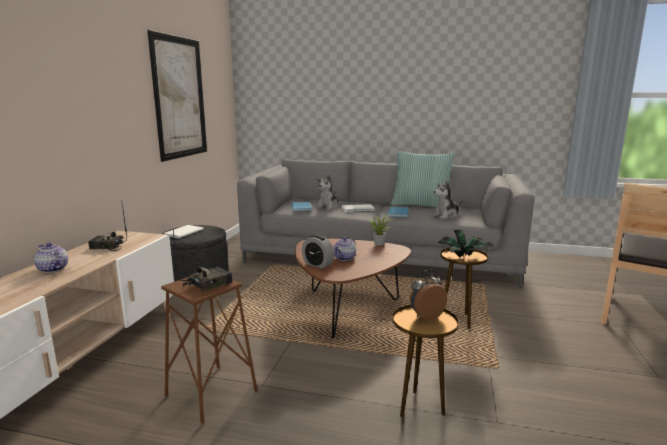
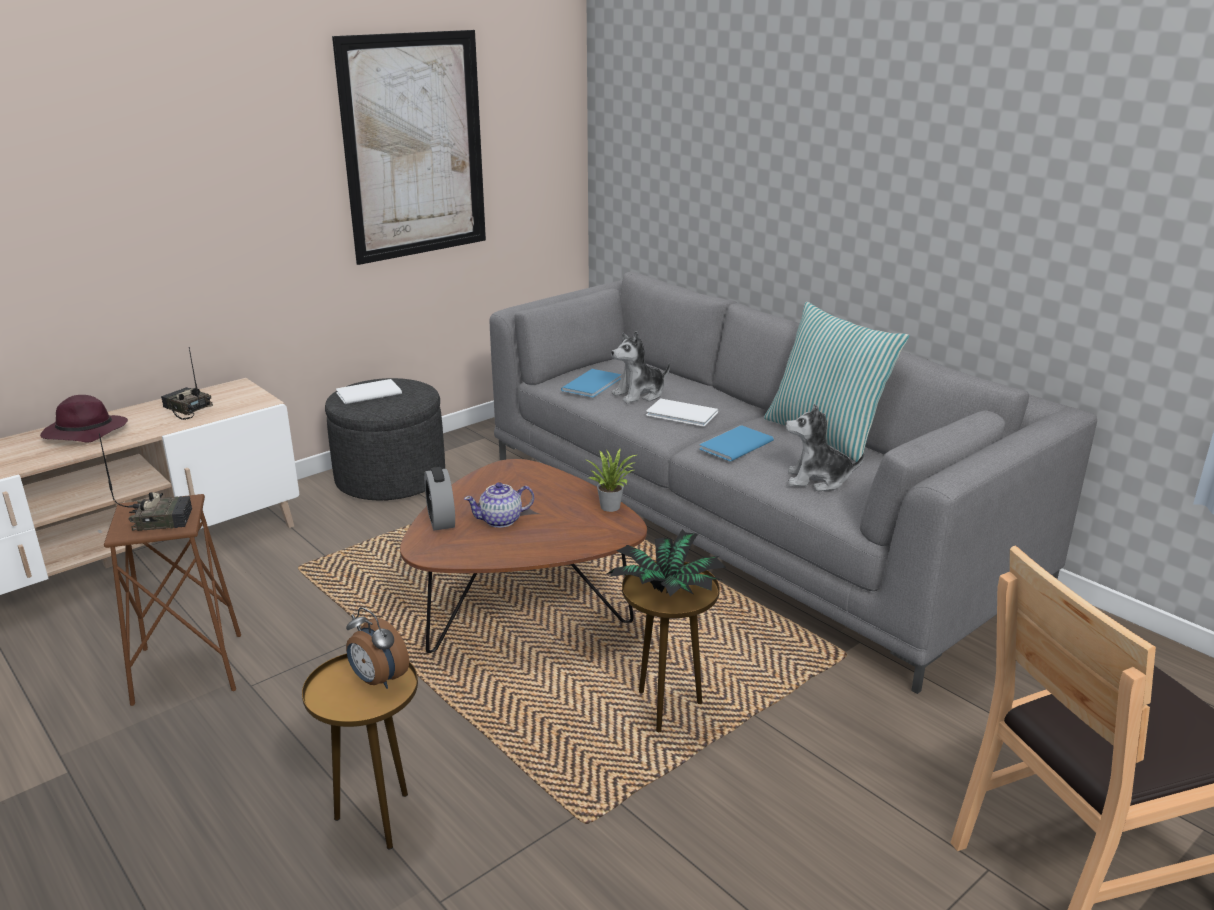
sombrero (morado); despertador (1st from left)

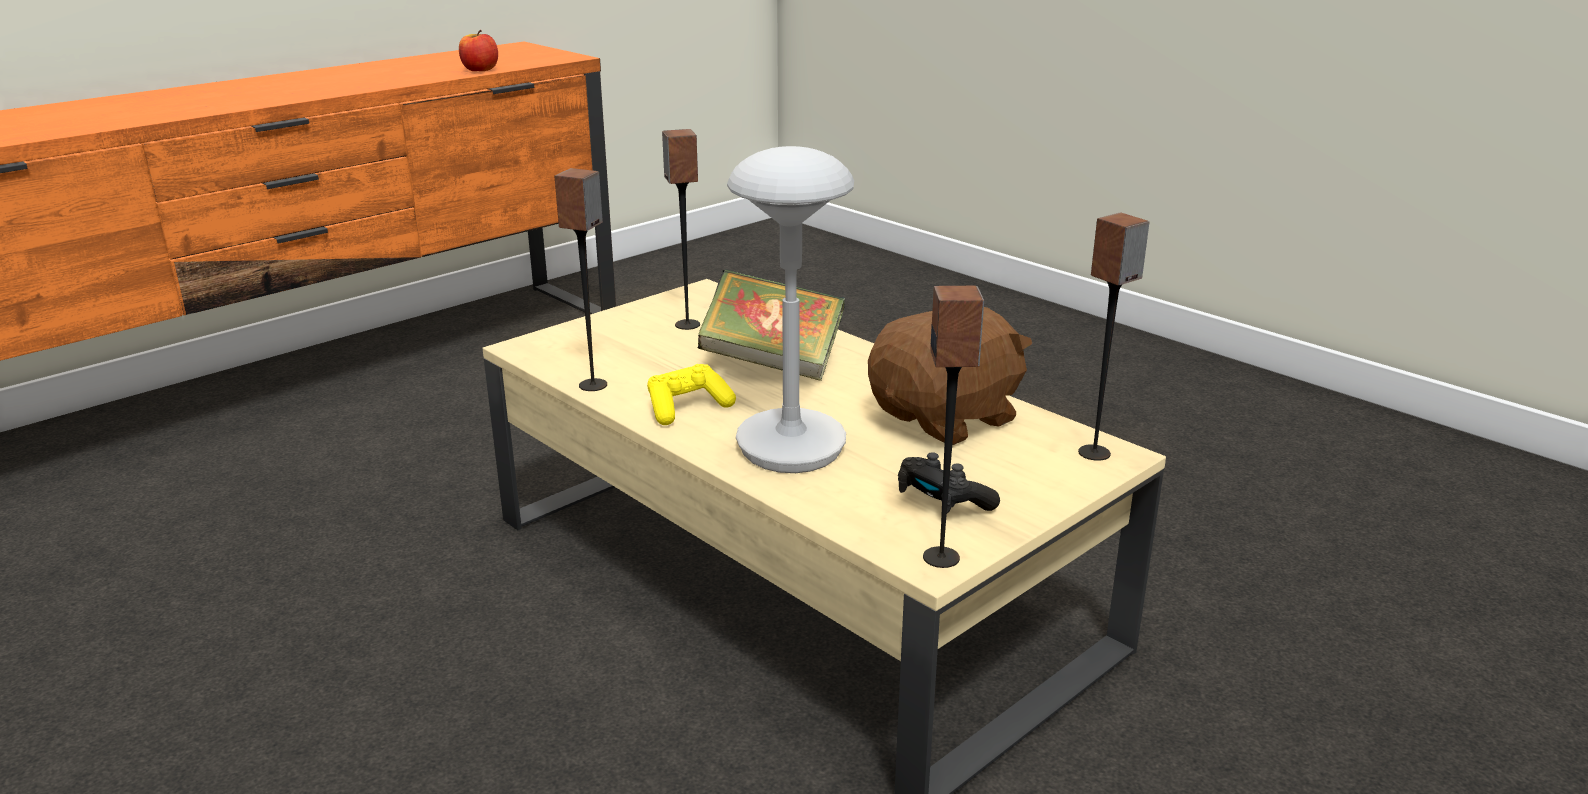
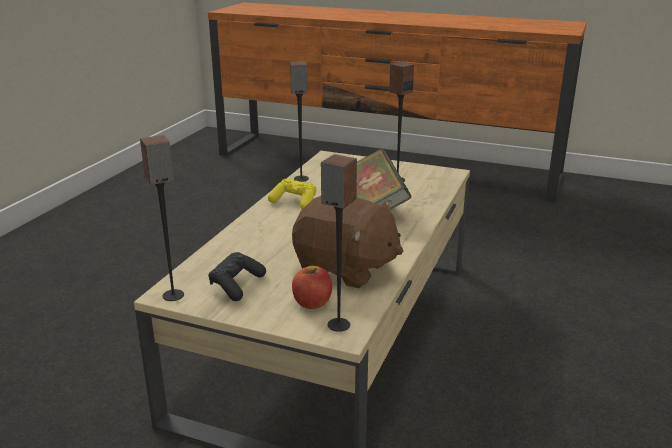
manzana; lámpara de mesa (gris)

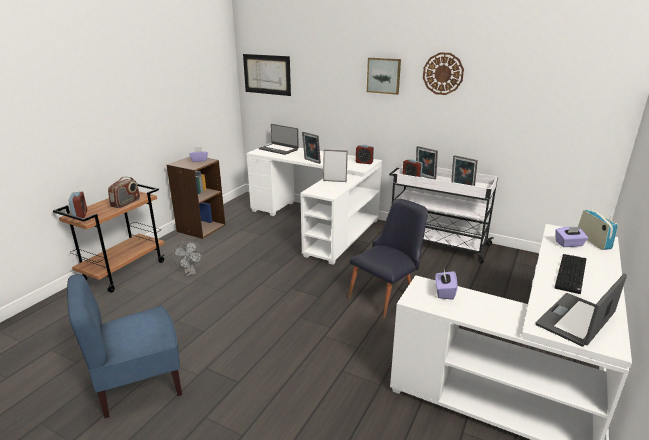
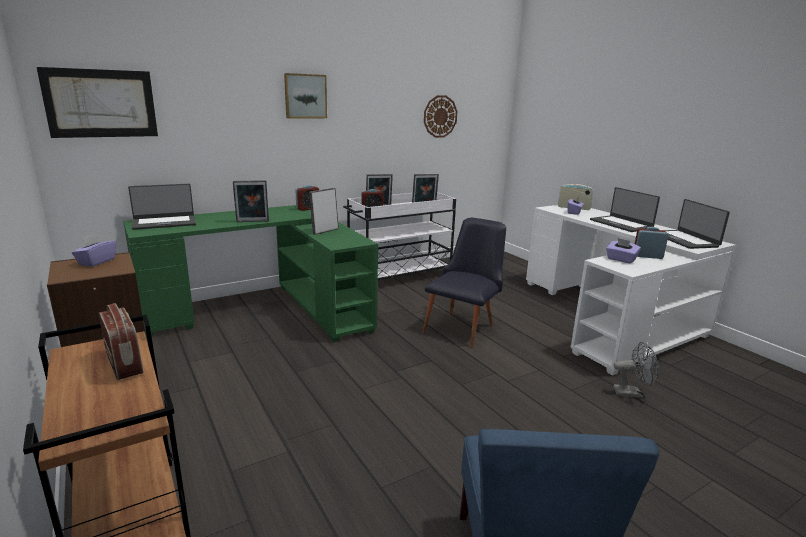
escritorio (verde); silla (negro); reloj de pared; portátil (2nd from left); ventilador (gris); despertador (3rd from left)

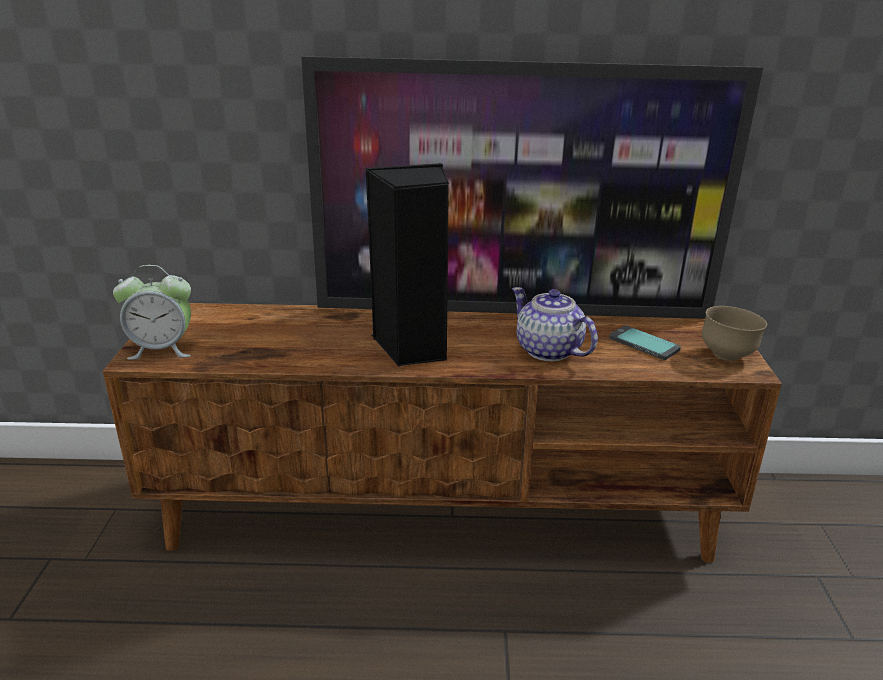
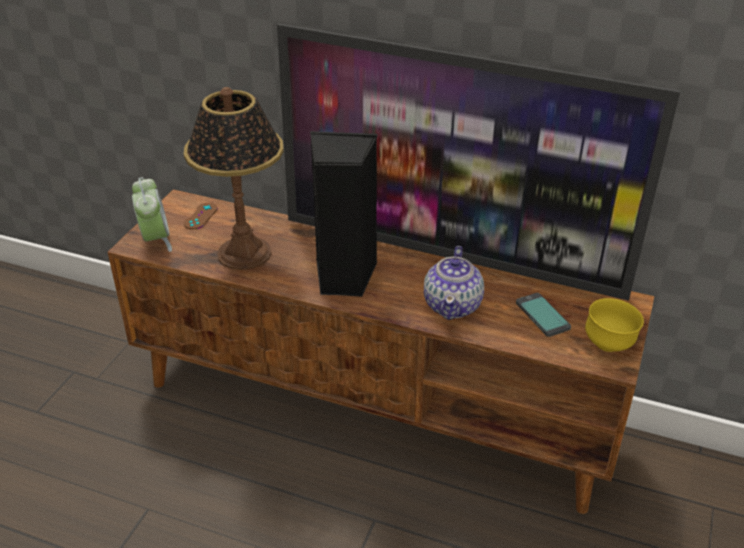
despertador; lámpara de mesa; mando de consola (marrón); tetera; cuenco (amarillo)

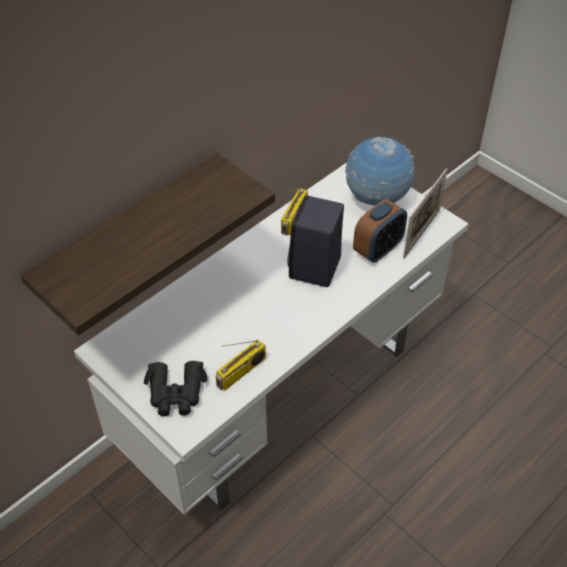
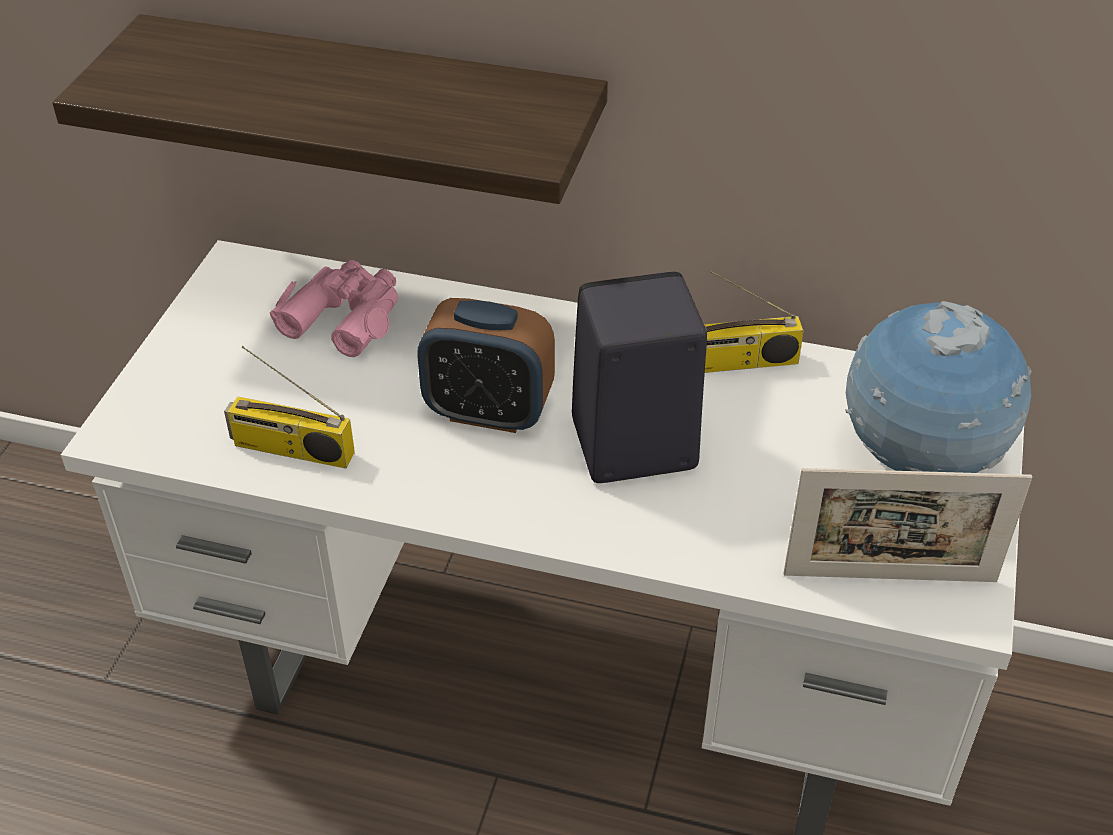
prismáticos (rosa); despertador; prismáticos (negro)

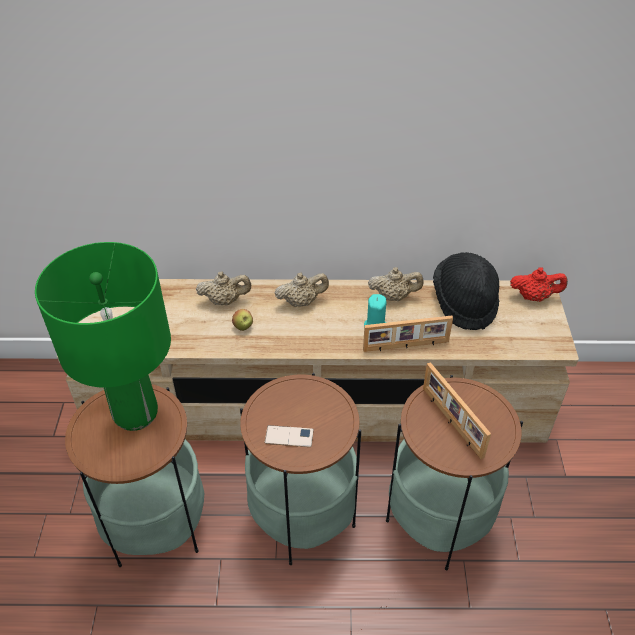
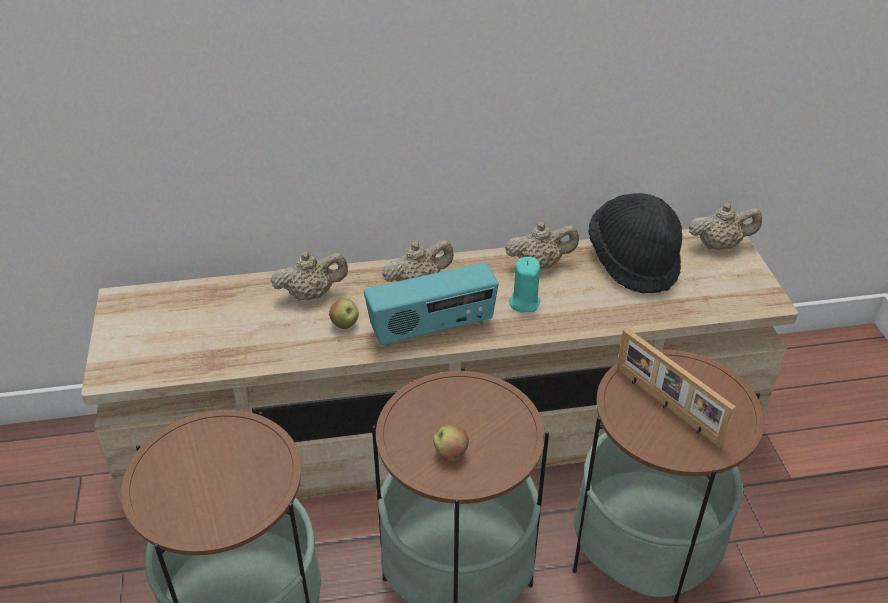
radio; manzana (2nd from left); tetera (beis) (4th from left); lámpara de mesa (verde); portarretratos (1st from left in the first image)

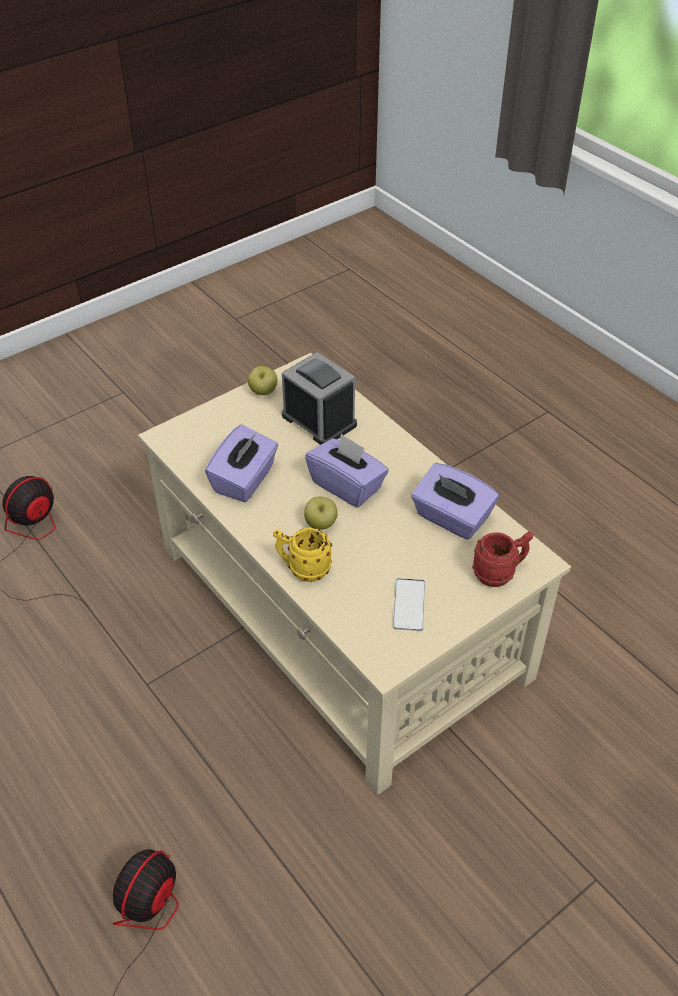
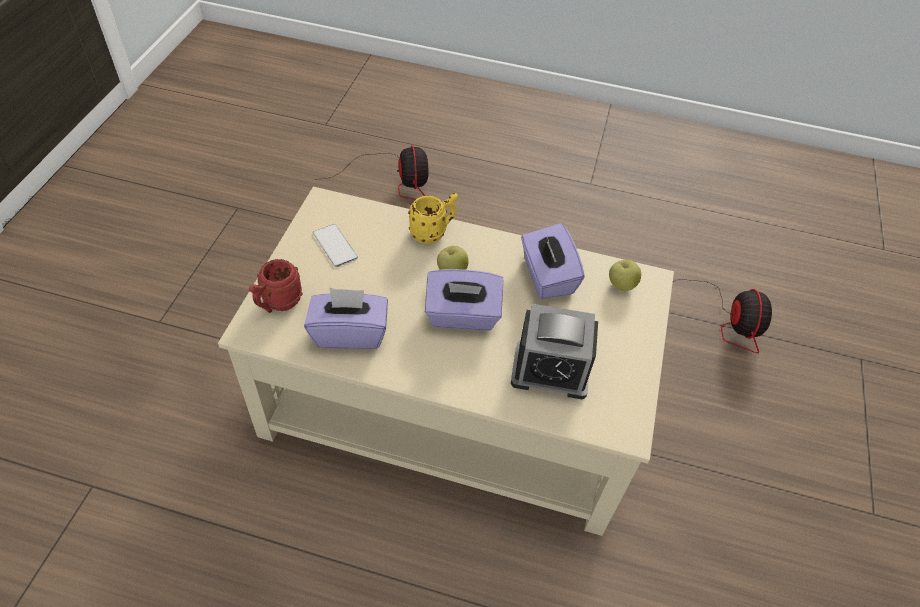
manzana (2nd from left)

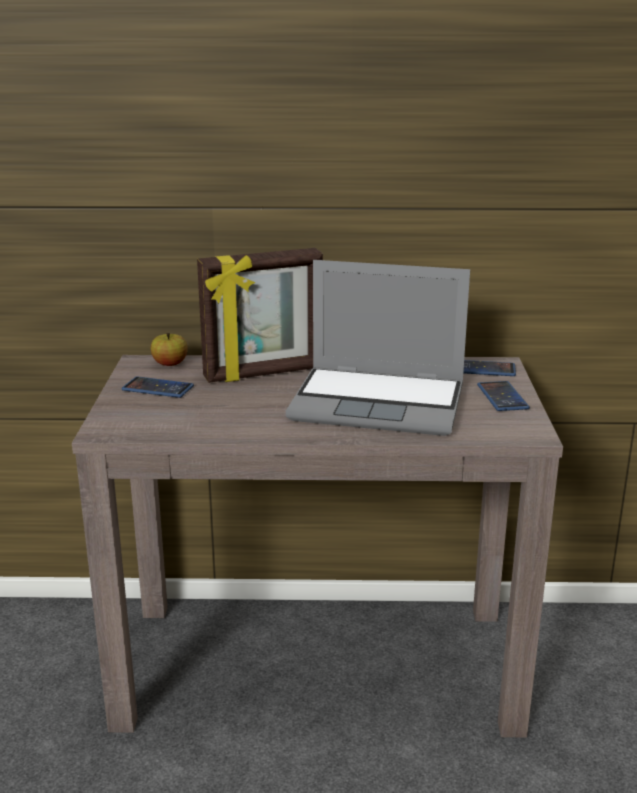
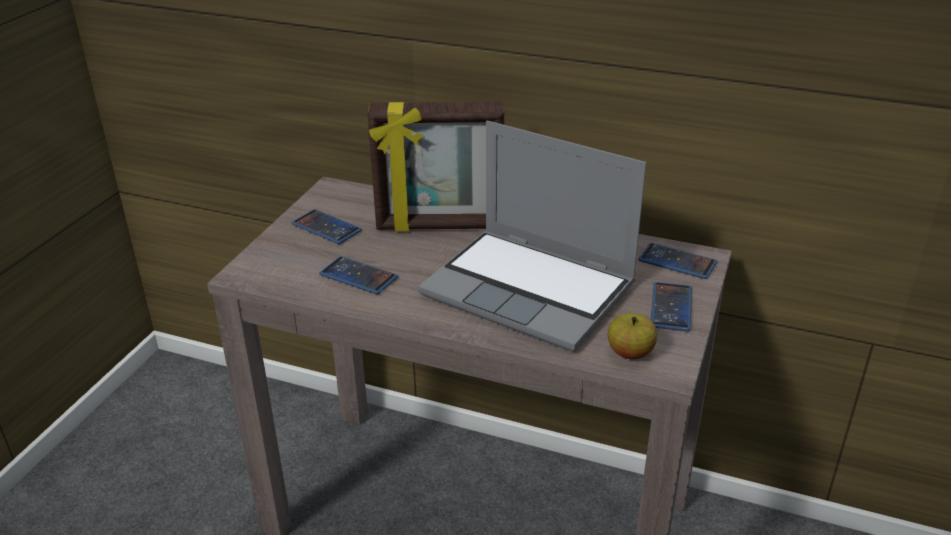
móvil (2nd from left); manzana

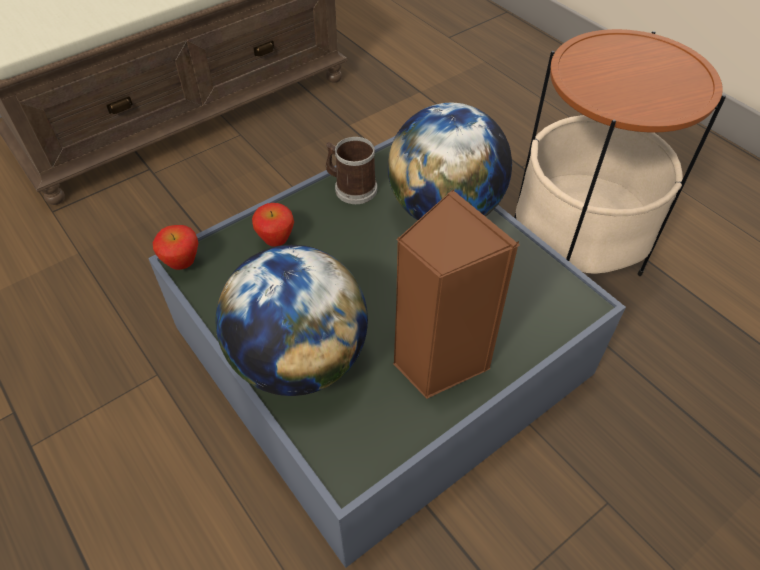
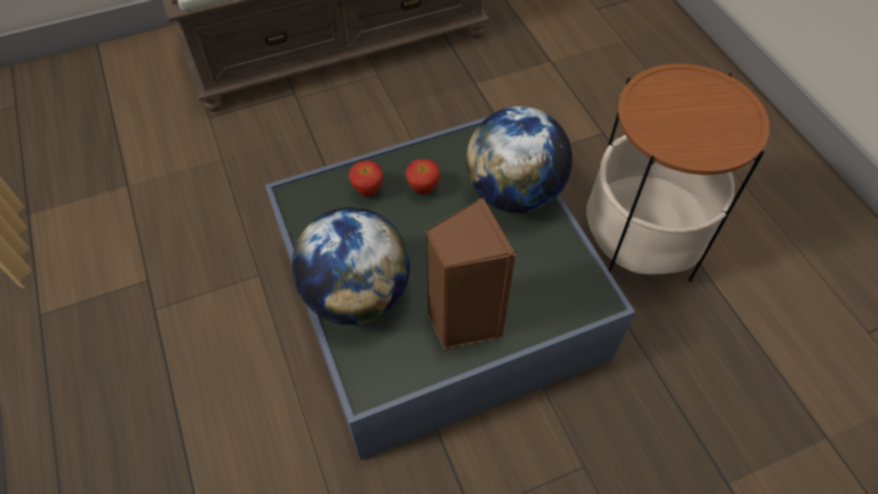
manzana (2nd from left); taza grande

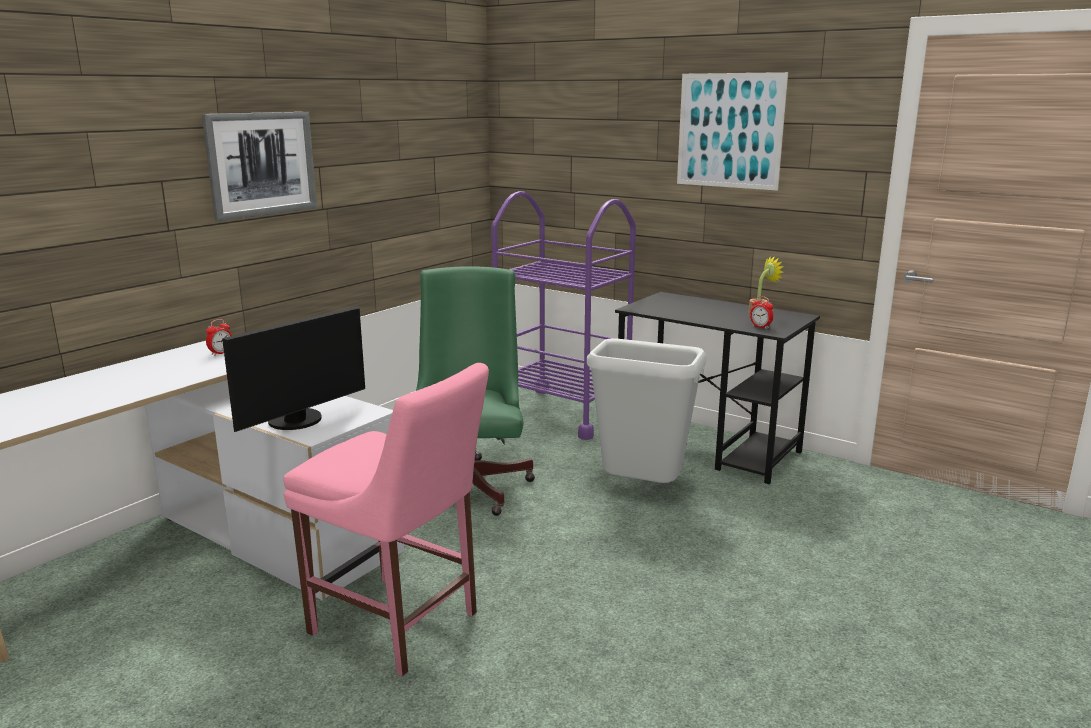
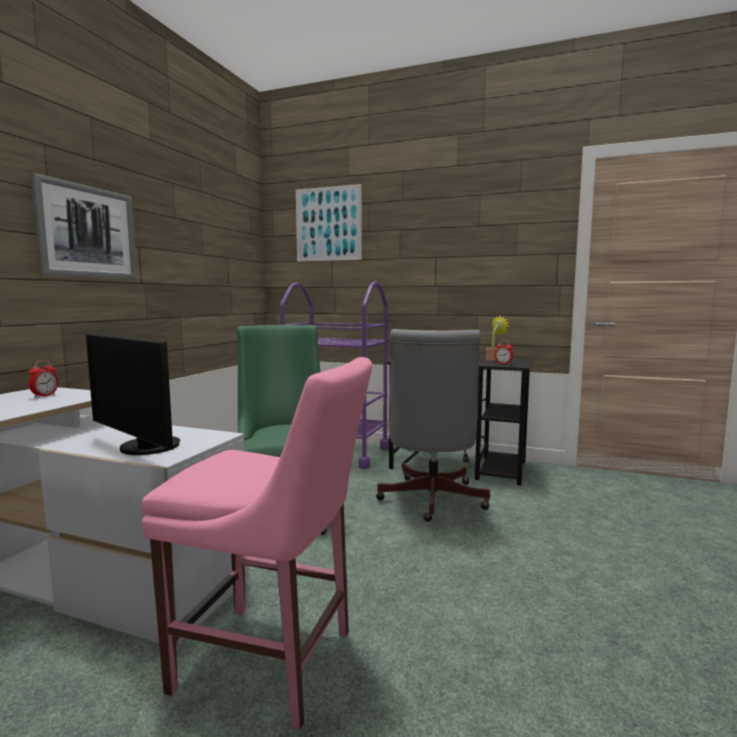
monitor; cuadro (2nd from left); silla de oficina (gris)

